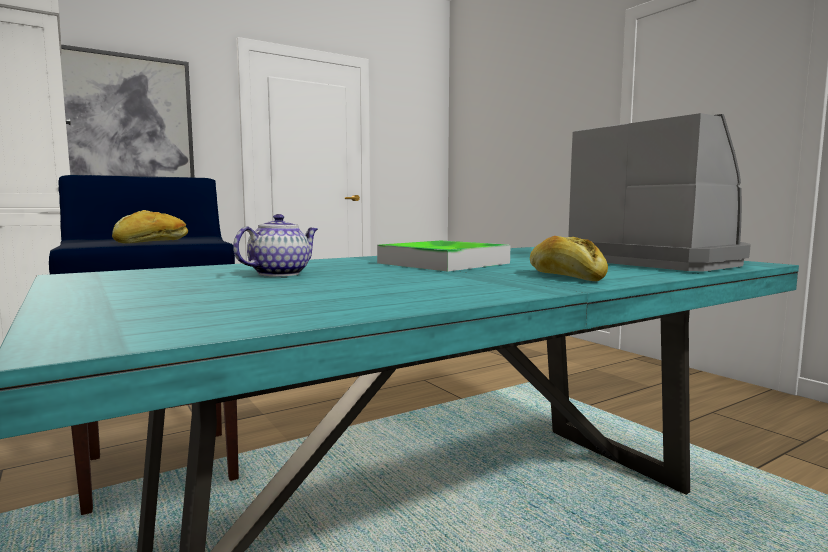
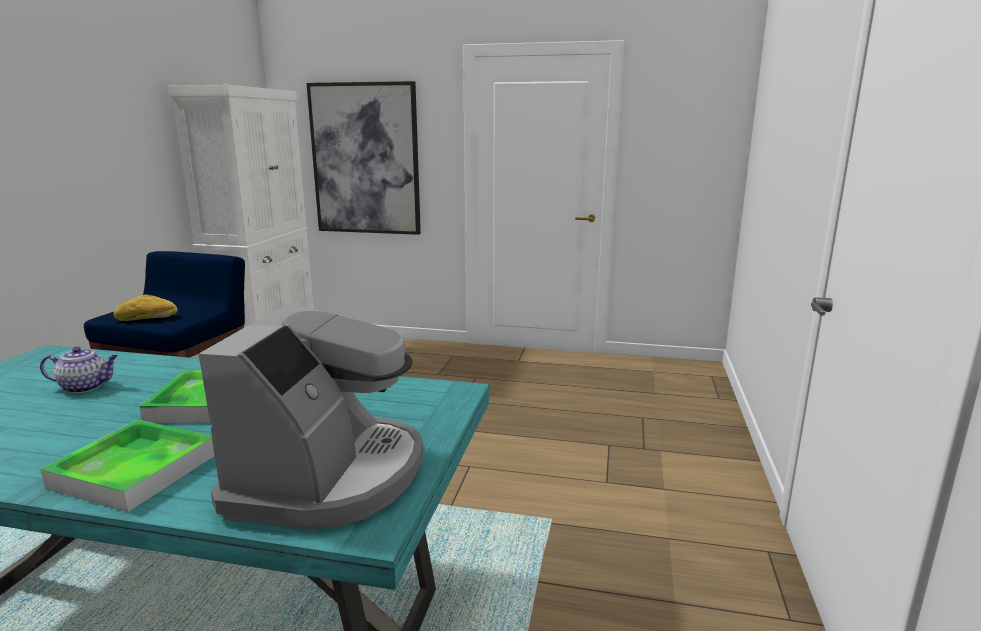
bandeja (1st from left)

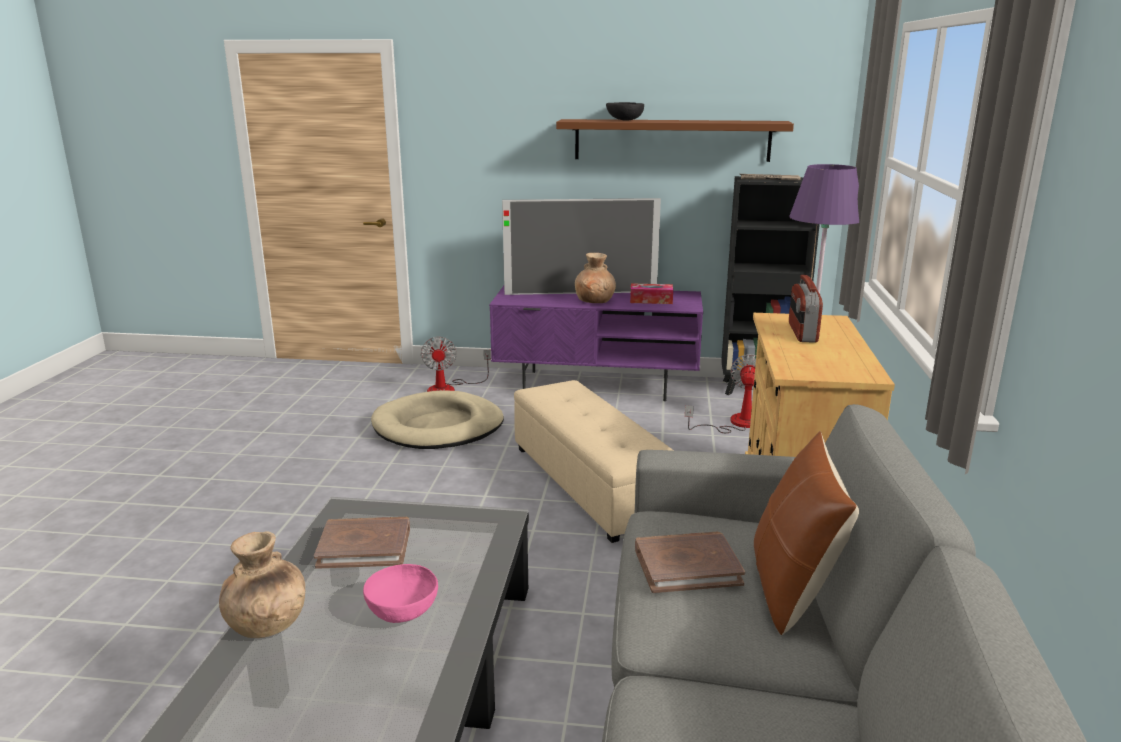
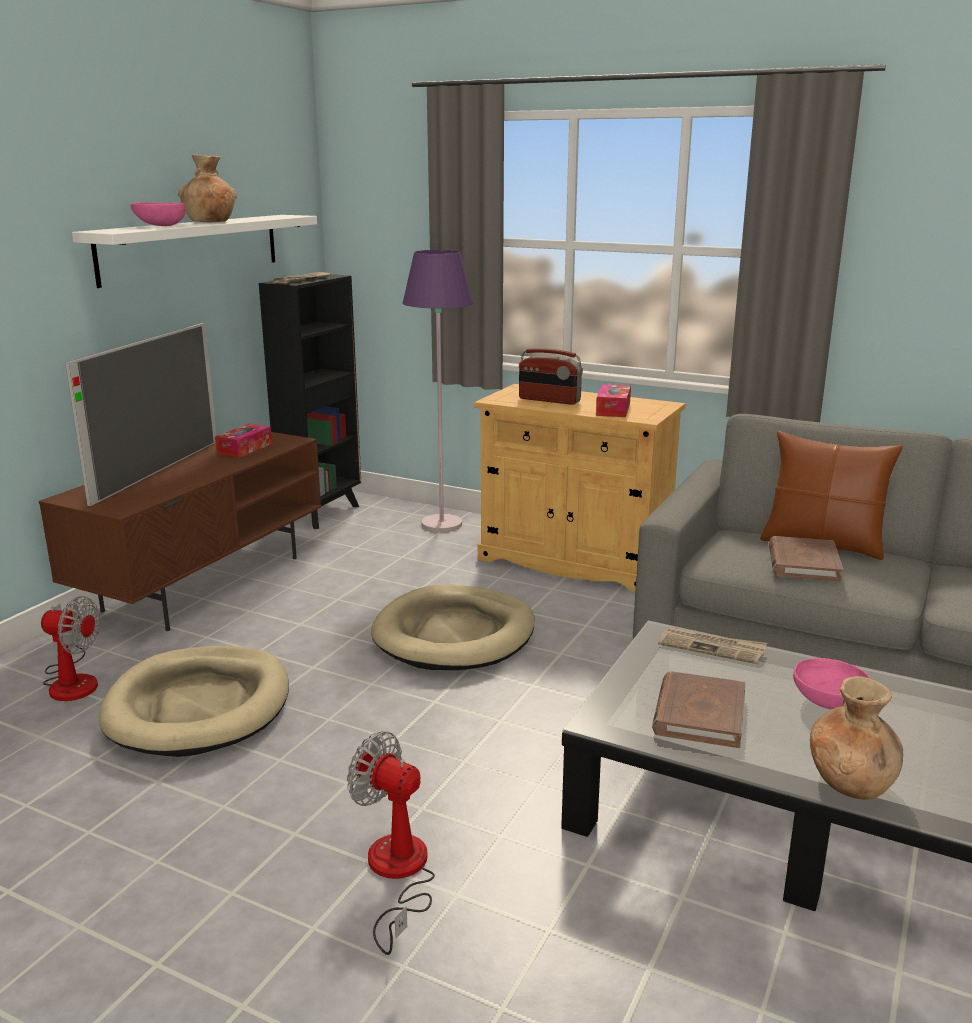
mueble de televisión (marrón); estante (blanco); cuenco (rosa) (1st from left); florero (marrón) (1st from left); ventilador (2nd from left); cama para perro (beis) (2nd from left); caja de pañuelos (2nd from left); periódico (2nd from left)

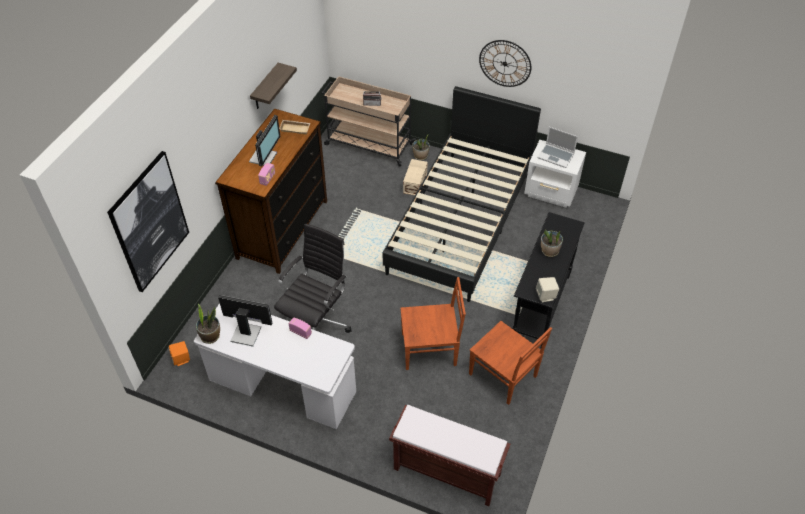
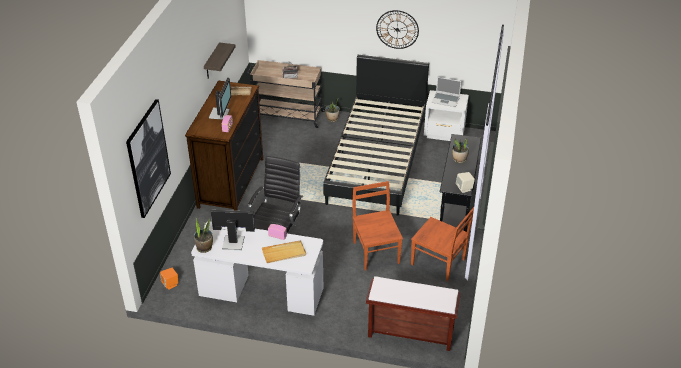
bandeja (beis) (2nd from left); silla (marrón) (1st from left); caja de almacenaje (beis)

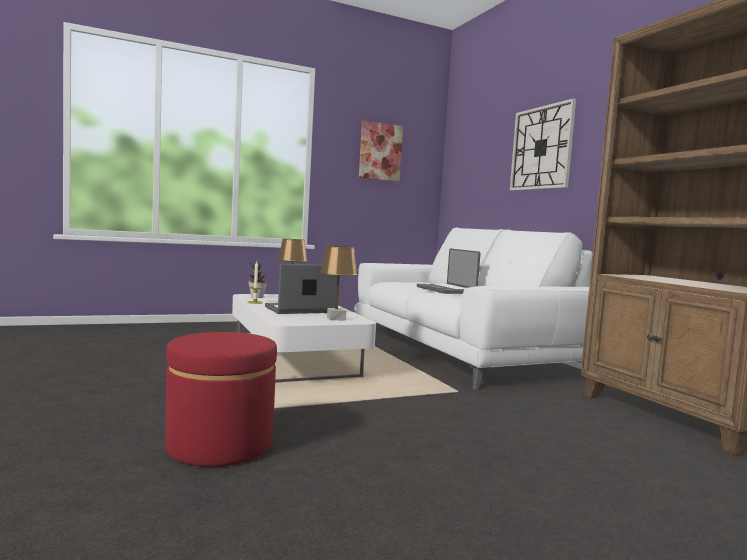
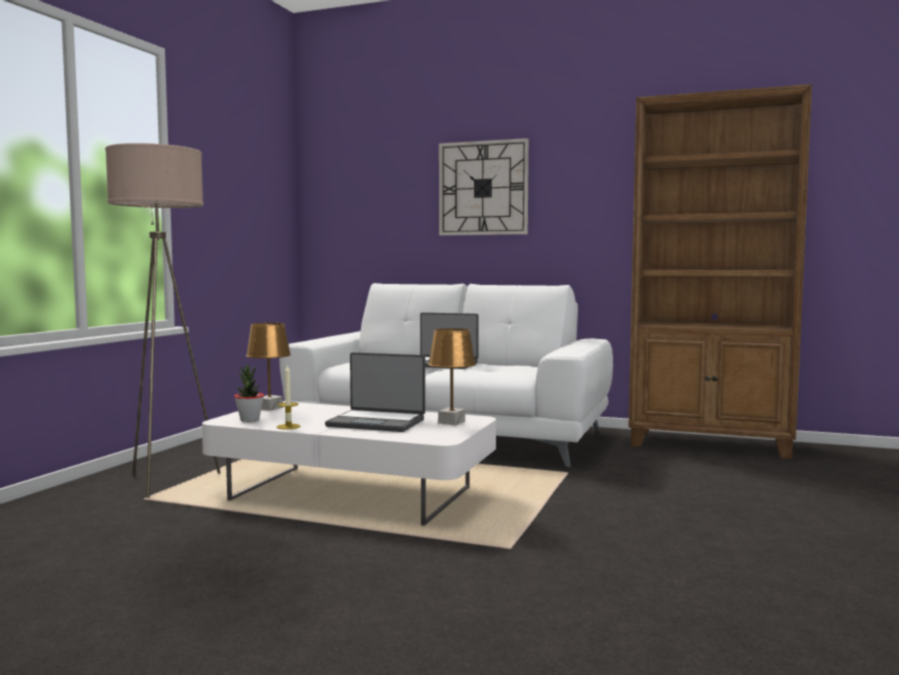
lámpara de pie (beis); portátil (1st from left); puf (rojo); cuadro

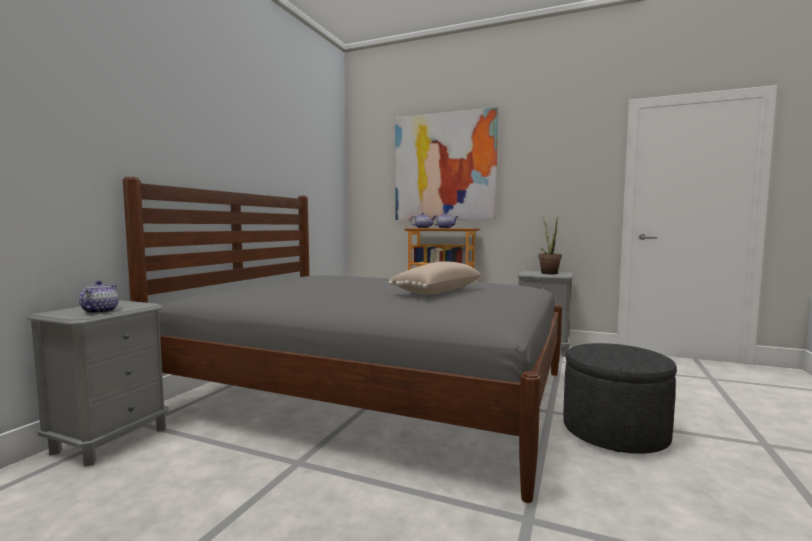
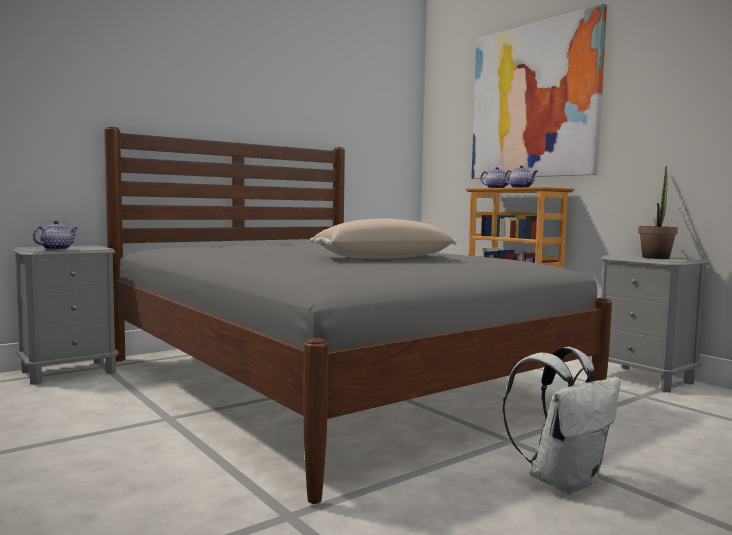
mochila (blanco)

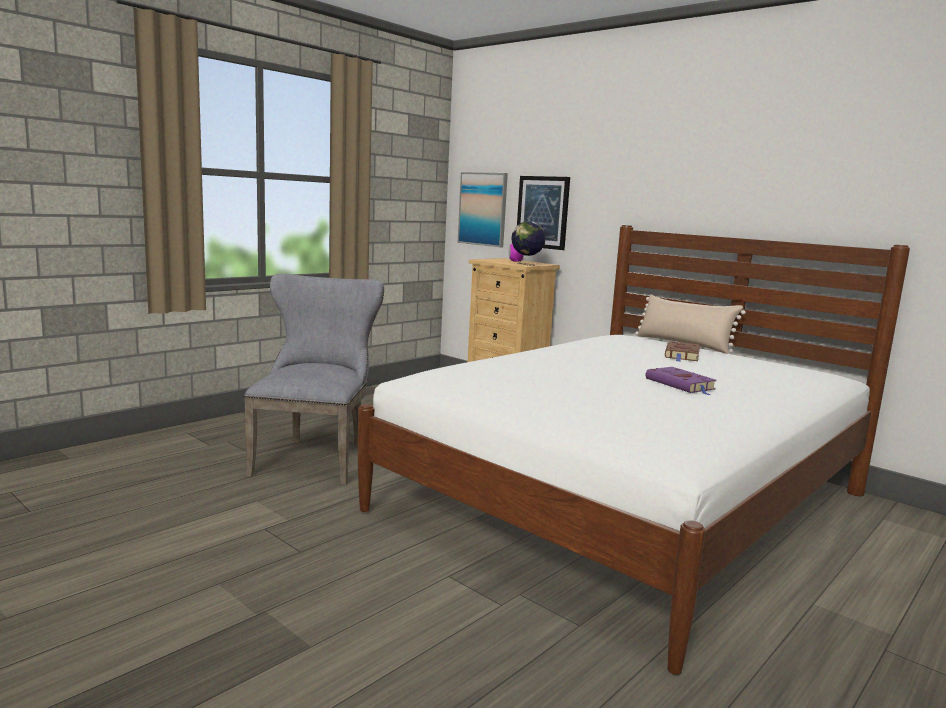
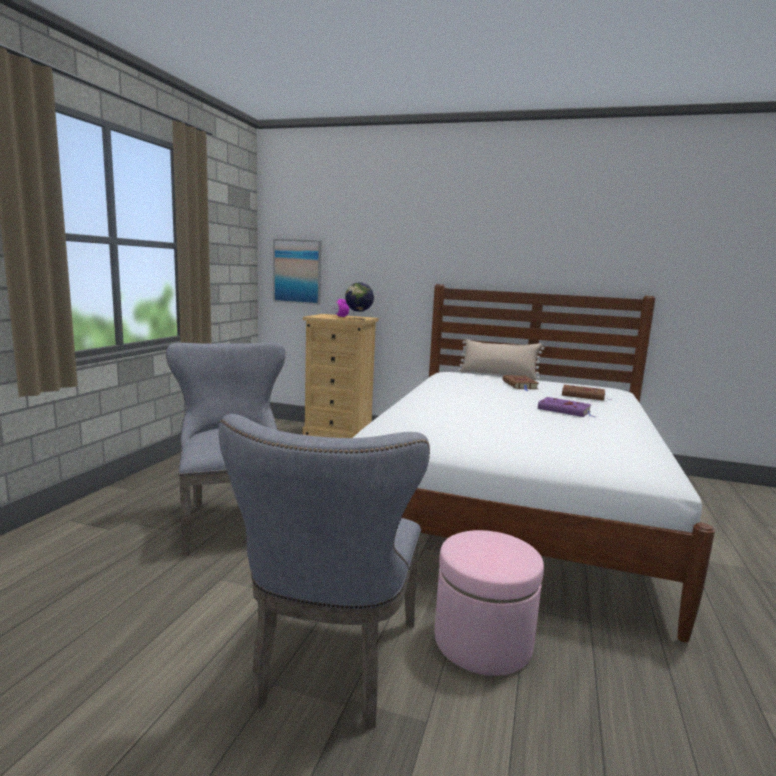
silla (gris) (2nd from left); puf (rosa); libro (marrón) (2nd from left); cuadro (2nd from left in the first image)

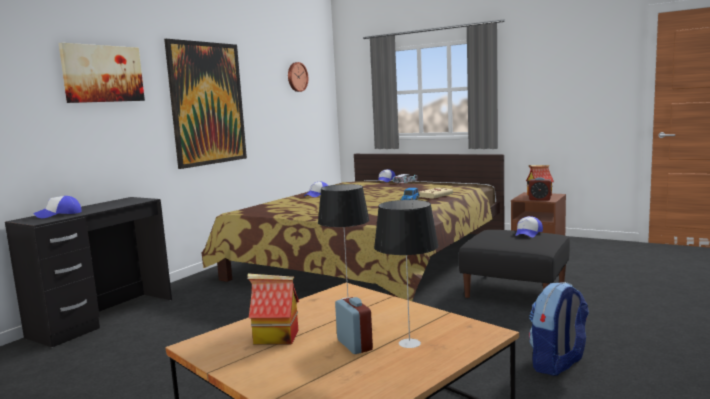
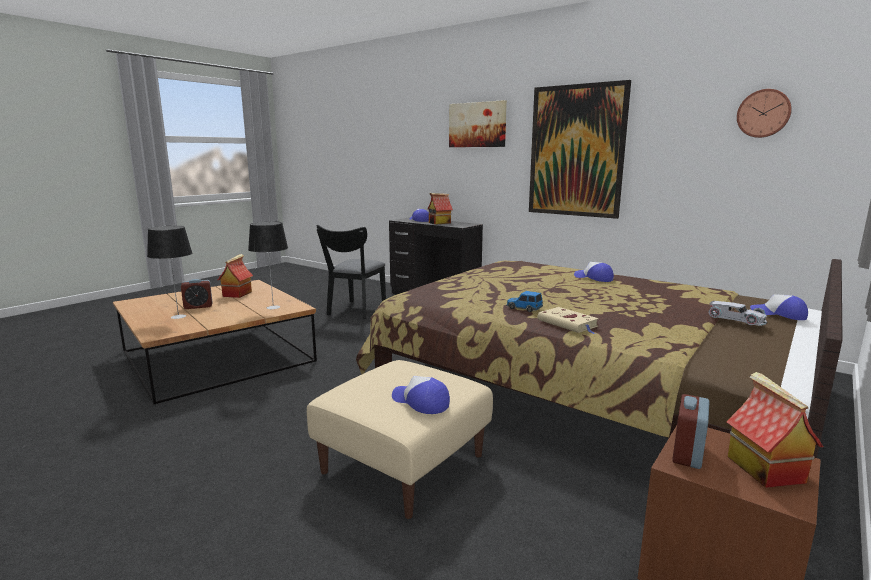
puf (beis); silla (negro); casita (2nd from left); mochila

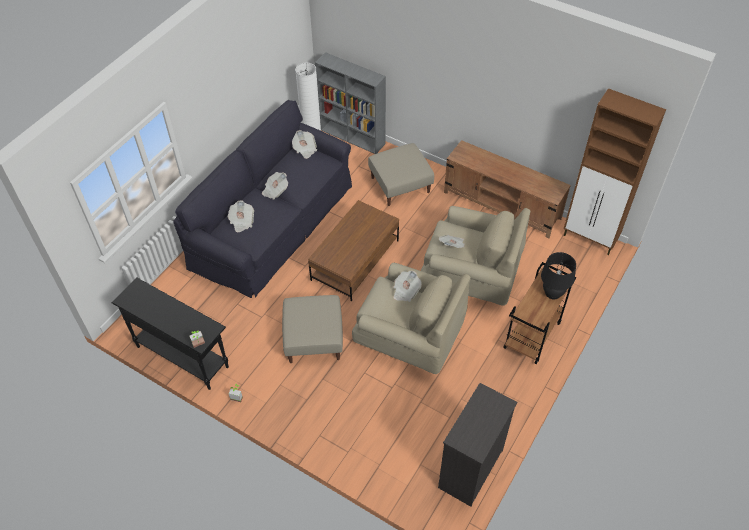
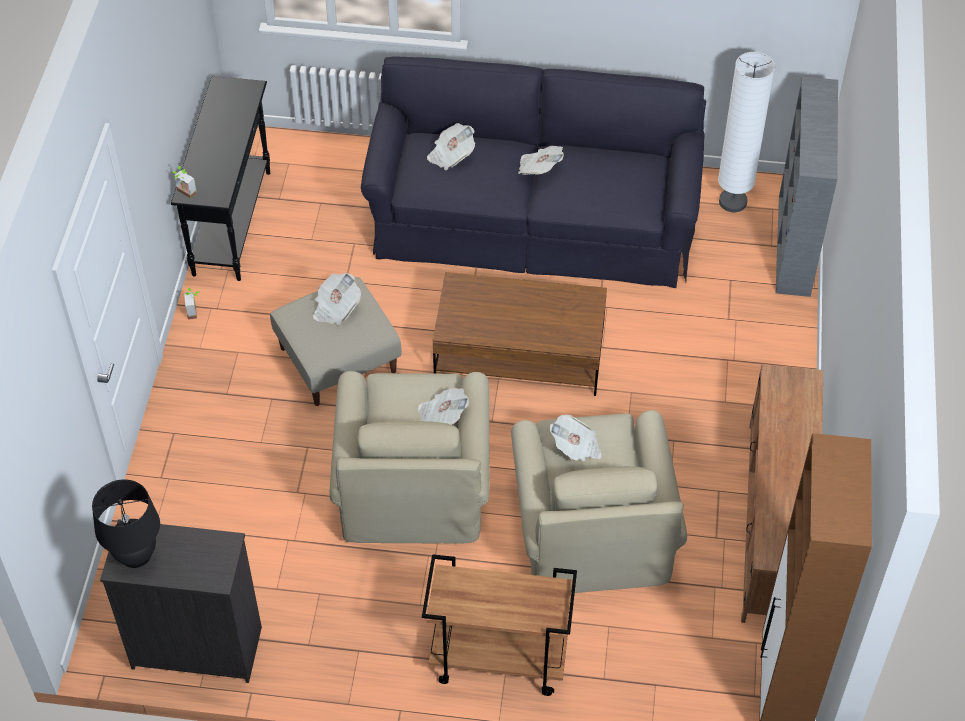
lámpara de mesa (negro); periódico (1st from left); puf (beis) (2nd from left in the first image)

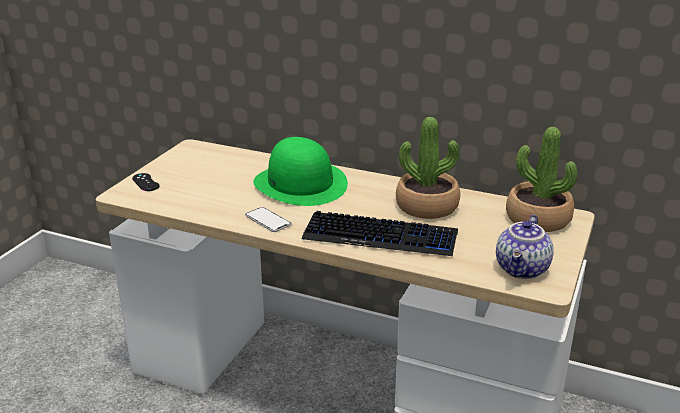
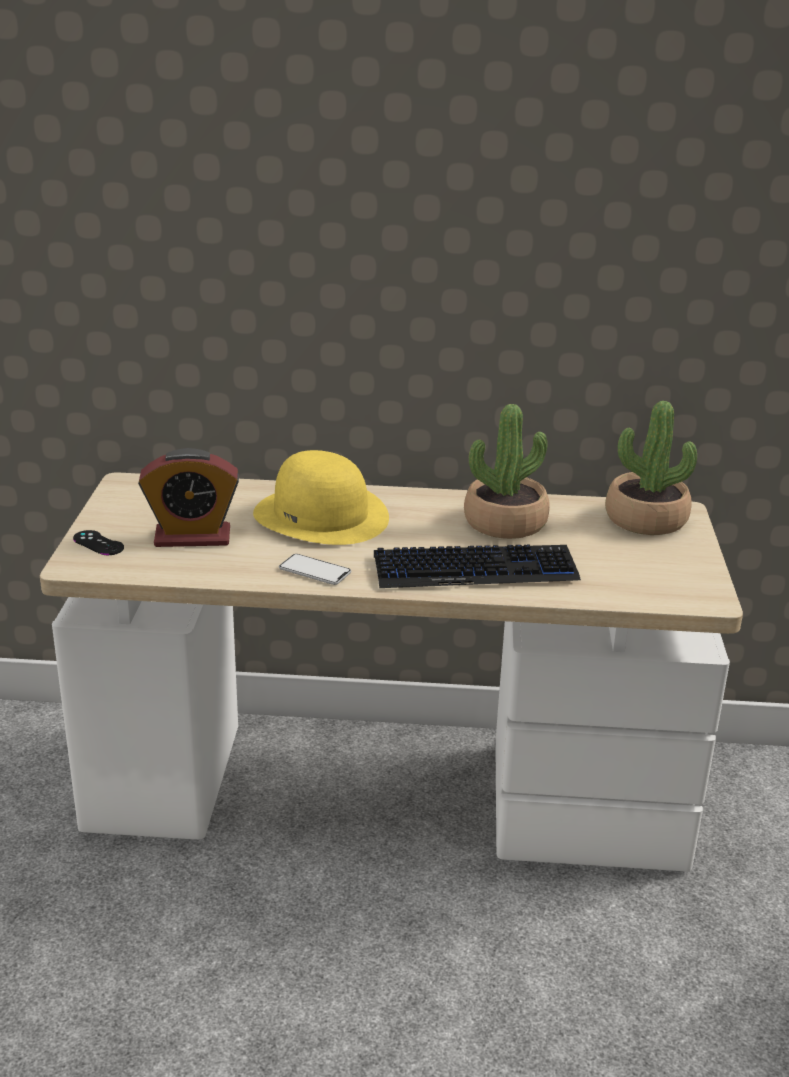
despertador; sombrero (amarillo); tetera

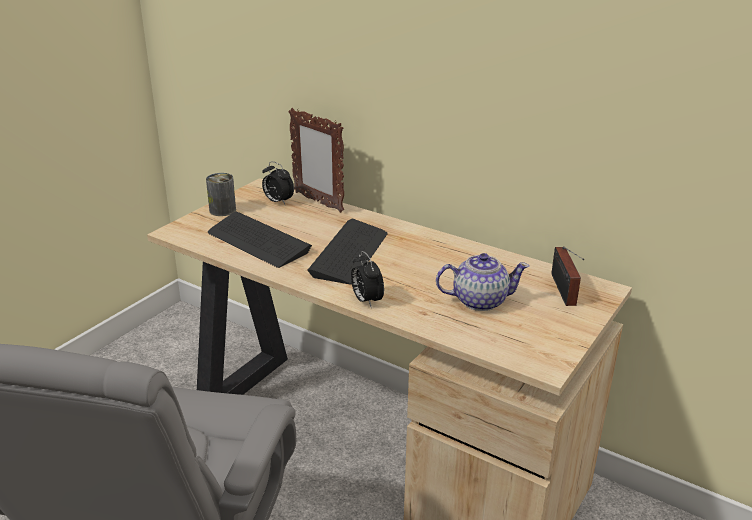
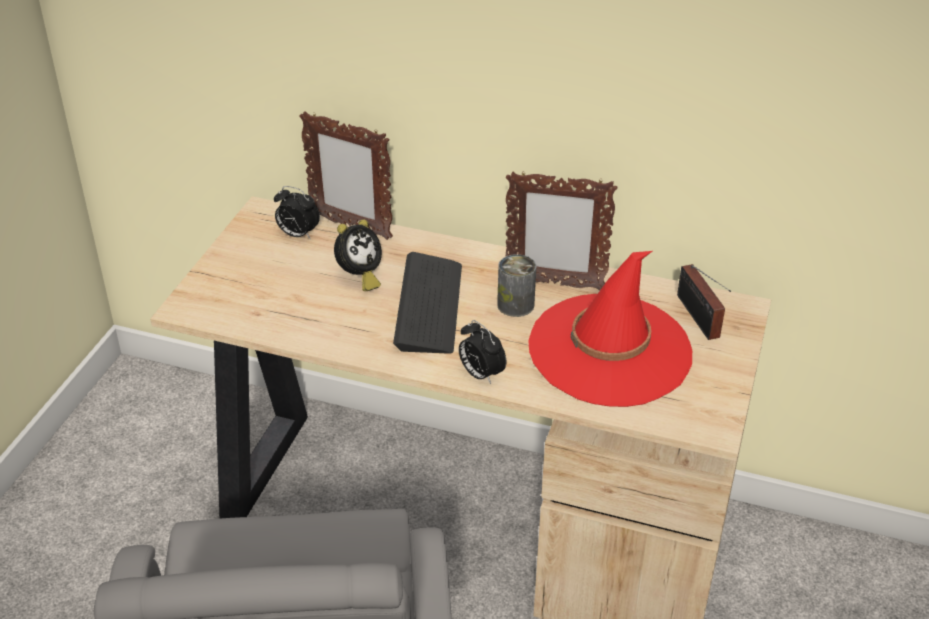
despertador (2nd from left); lata; portarretratos (2nd from left); sombrero (rojo); teclado (1st from left in the first image)

